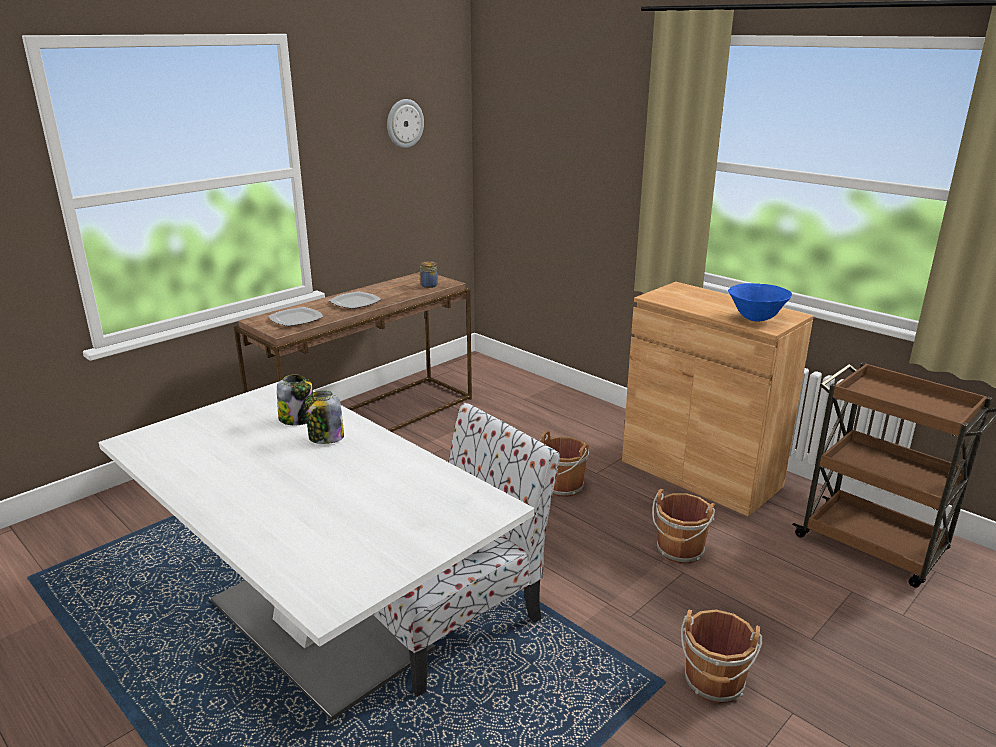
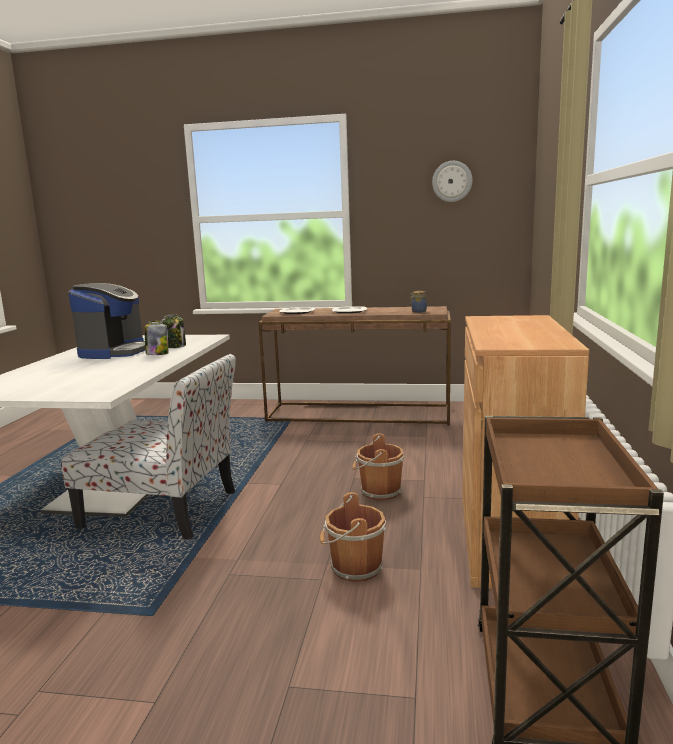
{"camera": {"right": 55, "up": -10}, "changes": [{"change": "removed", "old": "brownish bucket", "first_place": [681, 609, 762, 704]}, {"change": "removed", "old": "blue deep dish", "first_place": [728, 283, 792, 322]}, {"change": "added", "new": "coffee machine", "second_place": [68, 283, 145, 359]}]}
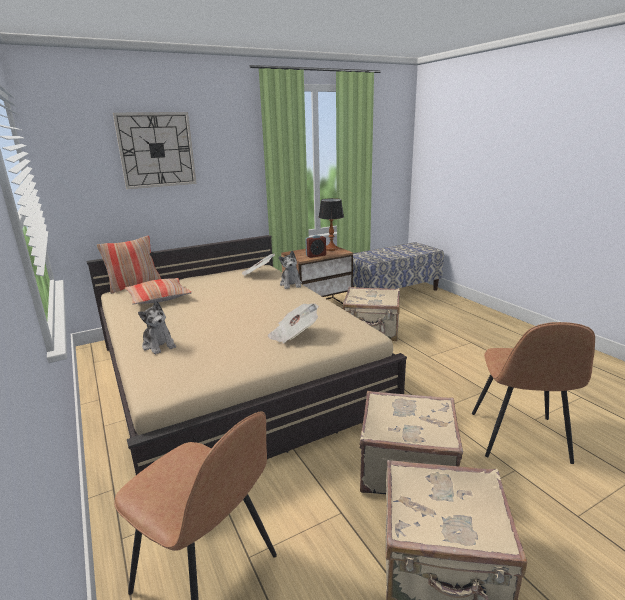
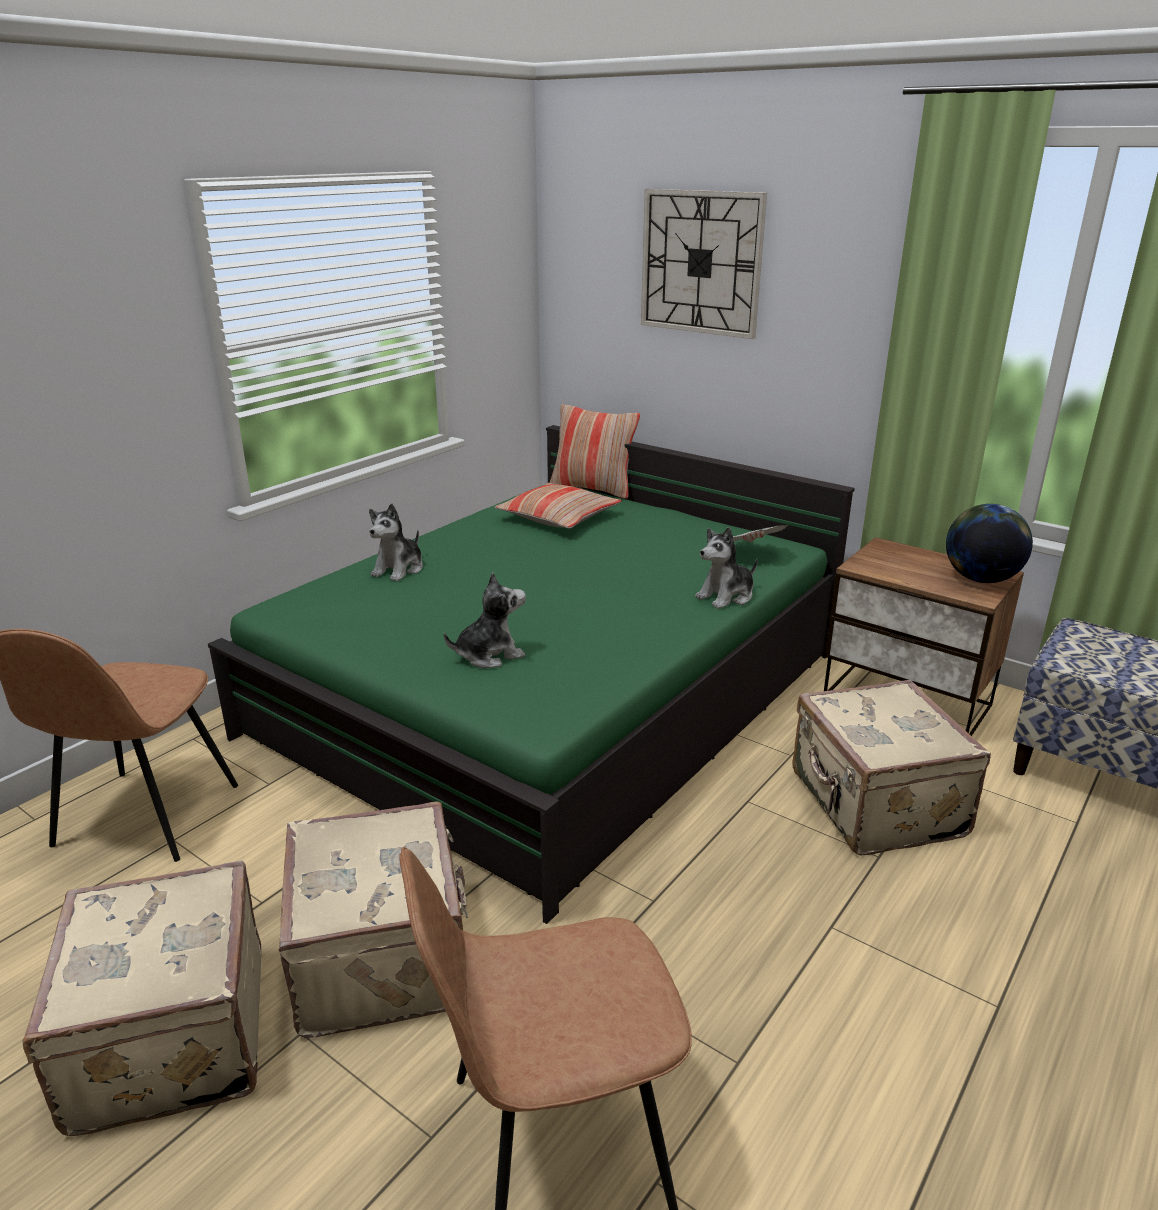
{"camera": {"right": 65, "up": 5}, "changes": [{"change": "recoloured", "old": "beige-coloured sleeping bed", "new": "green sleeping bed", "first_place": [87, 235, 407, 475], "second_place": [208, 425, 855, 924]}, {"change": "replaced", "old": "daily paper", "new": "cuddly toy", "first_place": [268, 303, 319, 344], "second_place": [444, 572, 526, 668]}, {"change": "removed", "old": "table clock", "first_place": [305, 235, 326, 258]}, {"change": "replaced", "old": "lamp for a table", "new": "globe", "first_place": [319, 198, 344, 251], "second_place": [946, 504, 1033, 583]}]}
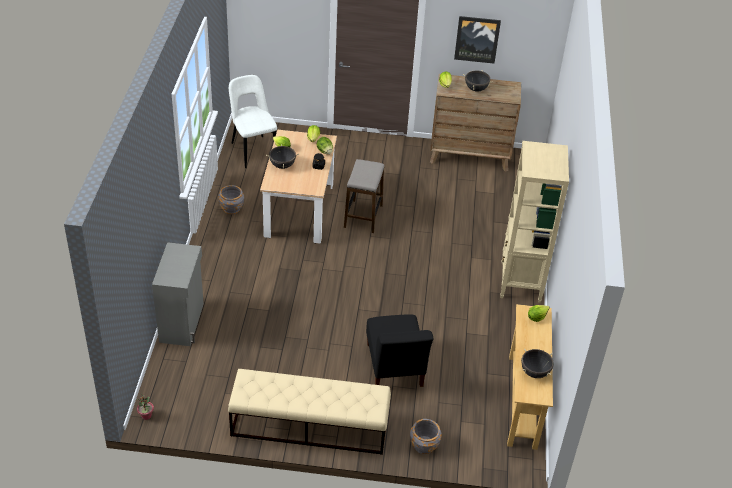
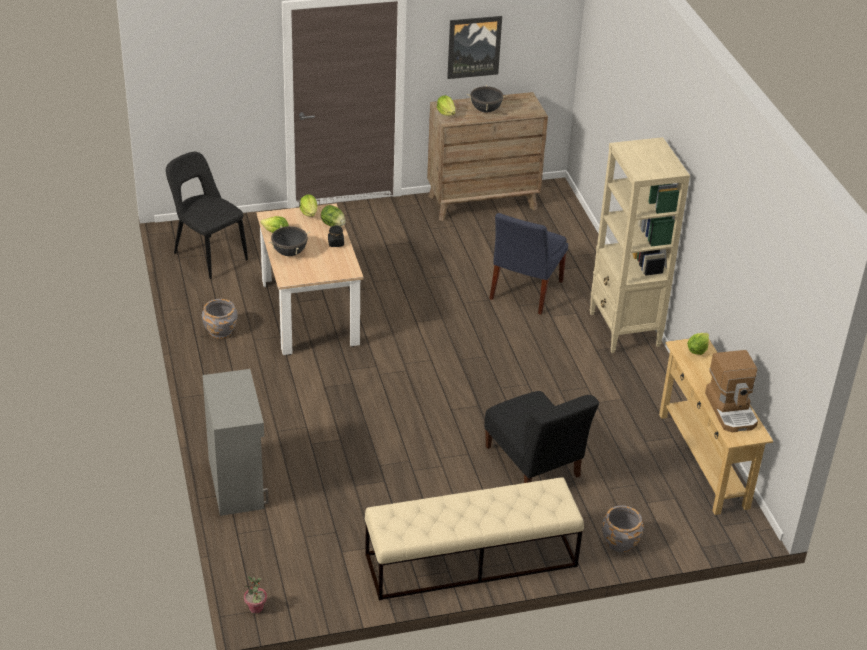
{"camera": {"right": -20, "up": -5}, "changes": [{"change": "recoloured", "old": "whitish plain chair", "new": "black plain chair", "first_place": [229, 75, 277, 168], "second_place": [166, 152, 248, 279]}, {"change": "removed", "old": "sitting stool", "first_place": [344, 159, 384, 233]}, {"change": "replaced", "old": "black cooking pot", "new": "coffee machine", "first_place": [521, 349, 554, 378], "second_place": [705, 350, 758, 432]}, {"change": "added", "new": "blue plain chair", "second_place": [489, 213, 568, 315]}]}
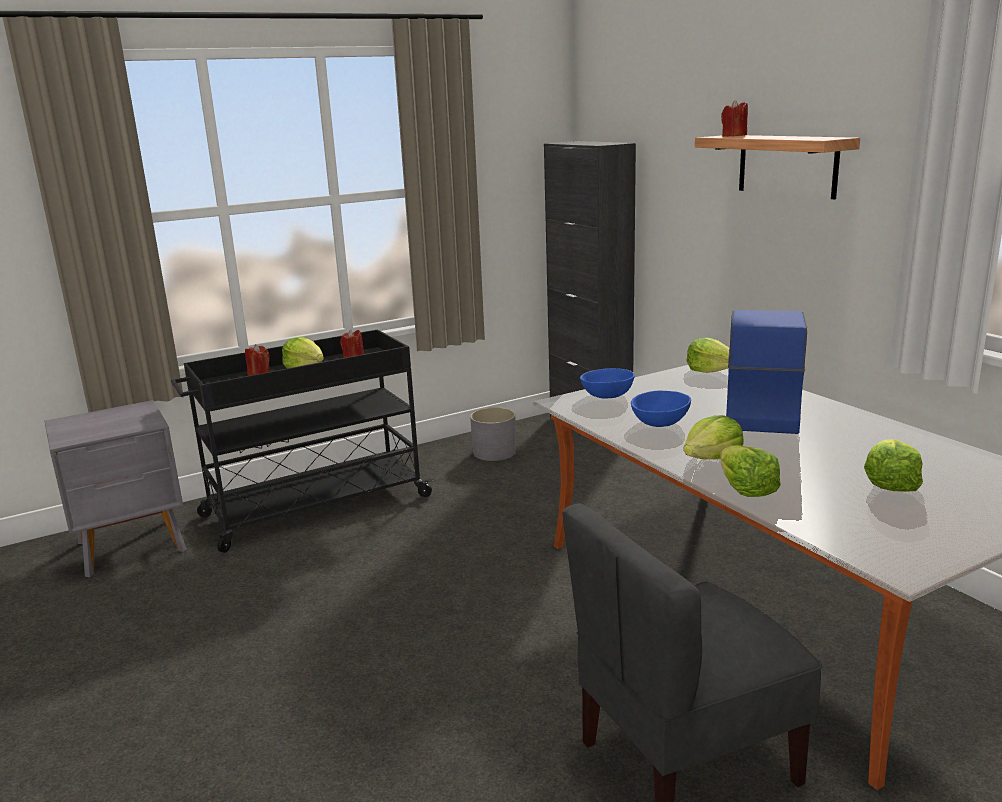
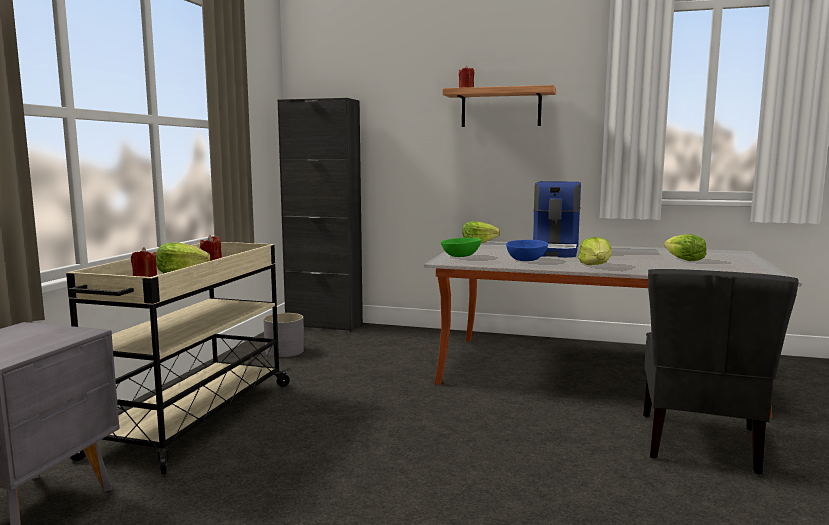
{"camera": {"right": -45, "up": -10}, "changes": [{"change": "recoloured", "old": "black cart", "new": "beige-coloured cart", "first_place": [171, 329, 434, 553], "second_place": [66, 242, 292, 474]}, {"change": "recoloured", "old": "blue deep dish", "new": "green deep dish", "first_place": [580, 368, 635, 398], "second_place": [441, 238, 481, 257]}, {"change": "removed", "old": "lettuce", "first_place": [720, 445, 781, 497]}, {"change": "turned", "old": "coffee machine", "first_place": [726, 310, 807, 434], "second_place": [533, 181, 581, 257], "degrees": -135}]}
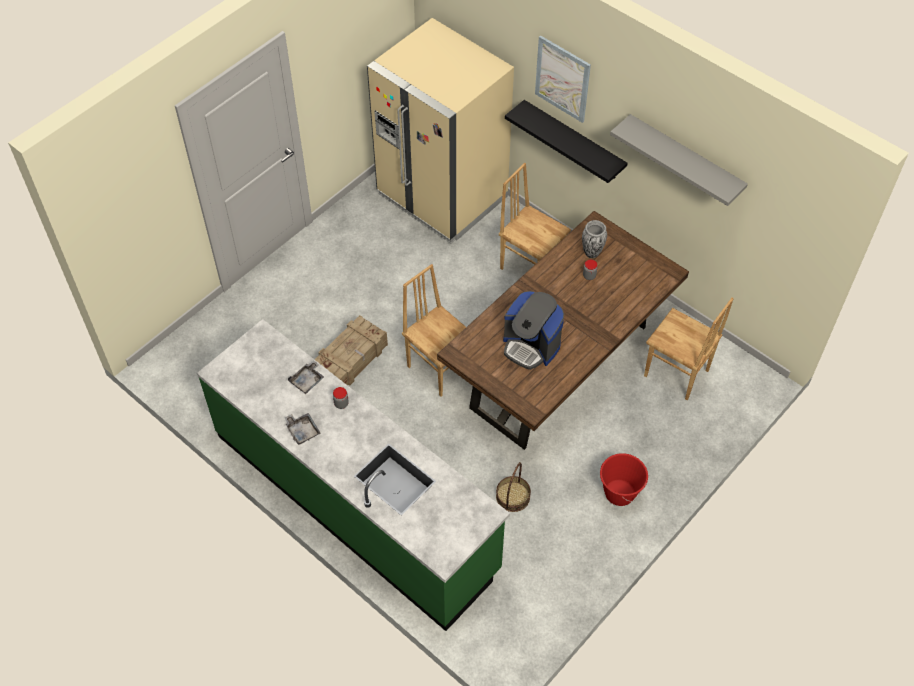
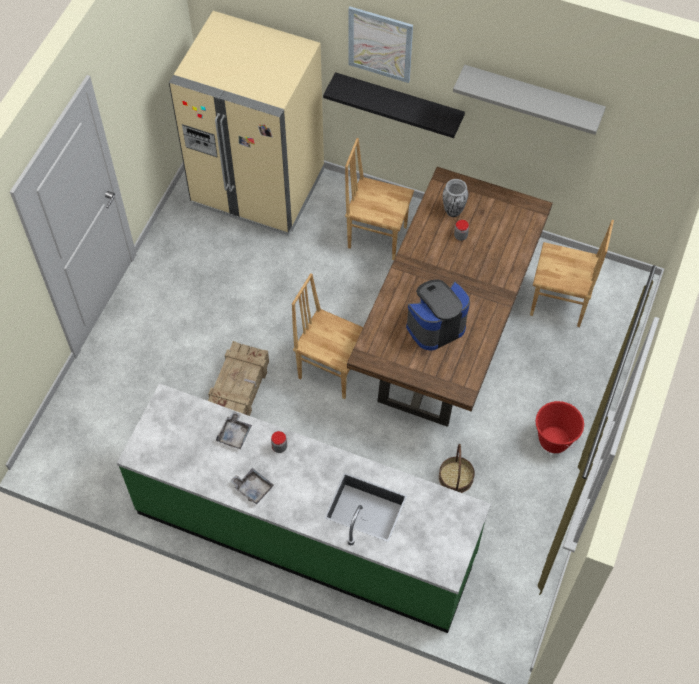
{"camera": {"right": -20, "up": 5}, "changes": [{"change": "turned", "old": "coffee machine", "first_place": [503, 291, 564, 370], "second_place": [406, 280, 470, 350], "degrees": 135}]}
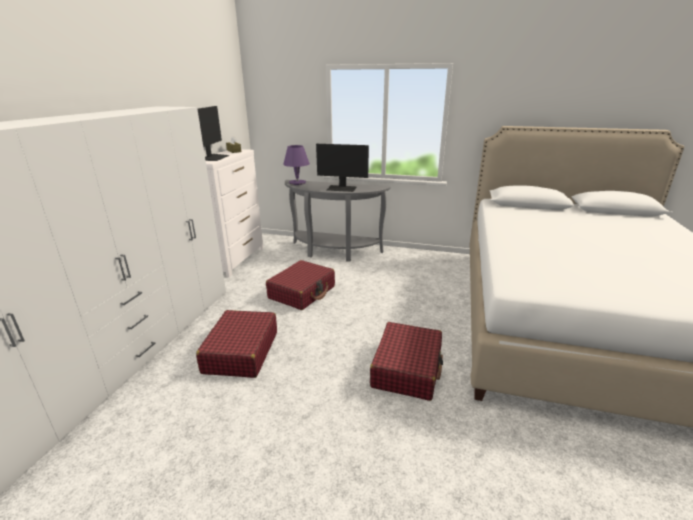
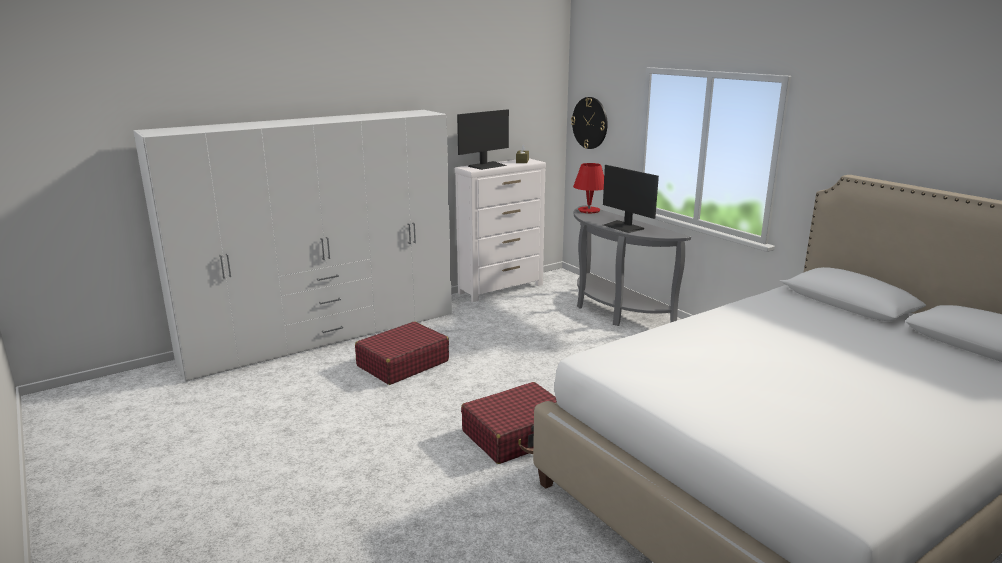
{"camera": {"right": 40, "up": -5}, "changes": [{"change": "removed", "old": "red travel case", "first_place": [266, 260, 335, 310]}, {"change": "recoloured", "old": "purple-coloured lamp for a table", "new": "red lamp for a table", "first_place": [283, 145, 310, 185], "second_place": [573, 163, 604, 213]}, {"change": "added", "new": "clock on the wall", "second_place": [571, 97, 608, 149]}]}
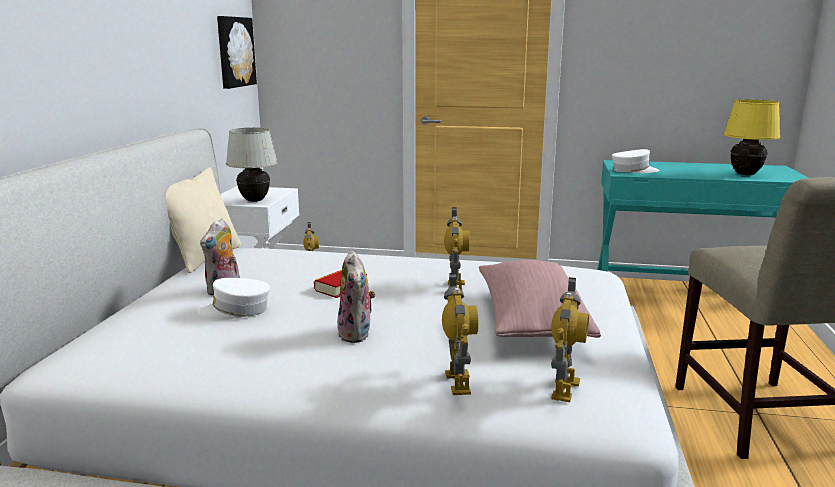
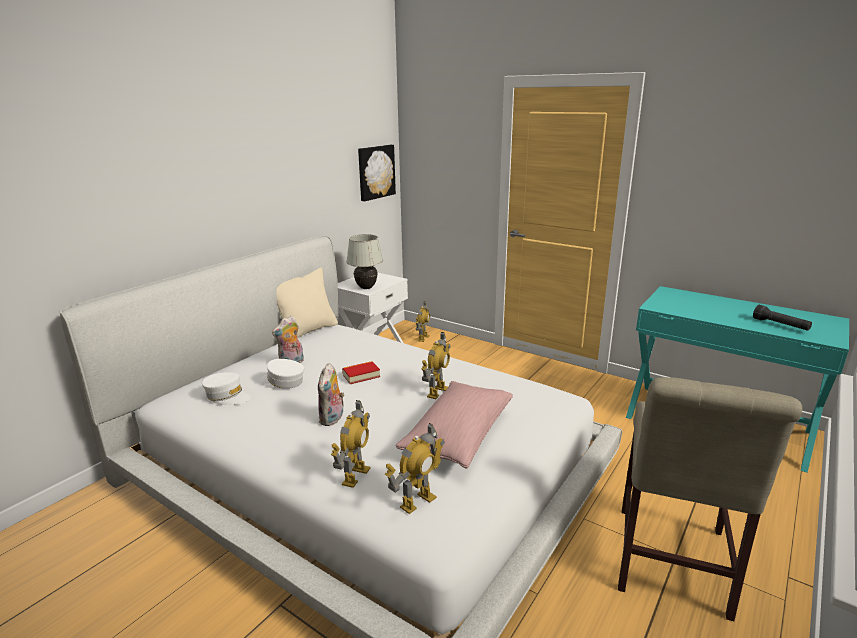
{"camera": {"right": 25, "up": 5}, "changes": [{"change": "moved", "old": "whitish cap", "first_place": [612, 149, 660, 173], "second_place": [202, 372, 250, 405]}, {"change": "replaced", "old": "yellow lamp for a table", "new": "black flashlight", "first_place": [723, 99, 781, 175], "second_place": [753, 305, 812, 331]}]}
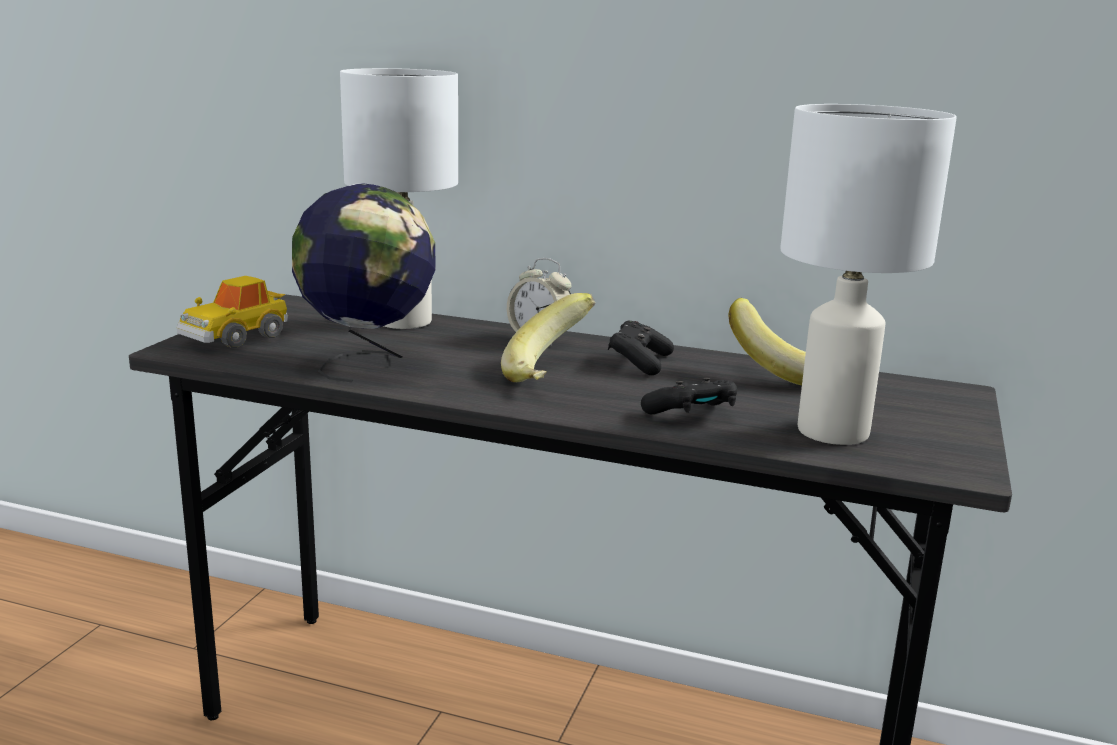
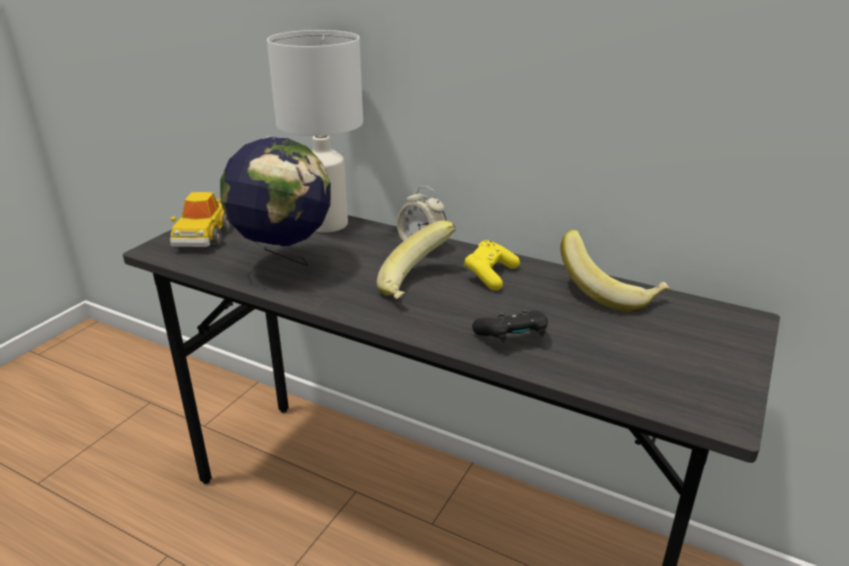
{"camera": {"right": 10, "up": 10}, "changes": [{"change": "turned", "old": "model car", "first_place": [177, 276, 288, 348], "second_place": [170, 192, 230, 247], "degrees": -45}, {"change": "recoloured", "old": "black game controller", "new": "yellow game controller", "first_place": [608, 321, 674, 375], "second_place": [464, 240, 520, 290]}, {"change": "removed", "old": "whitish lamp for a table", "first_place": [780, 104, 957, 445]}]}
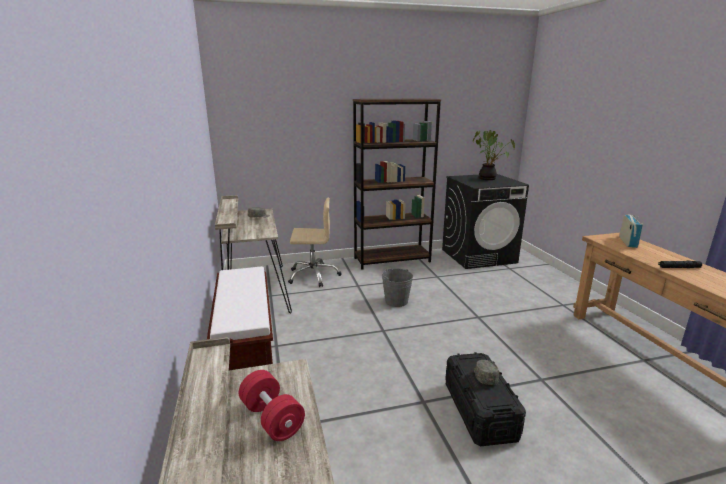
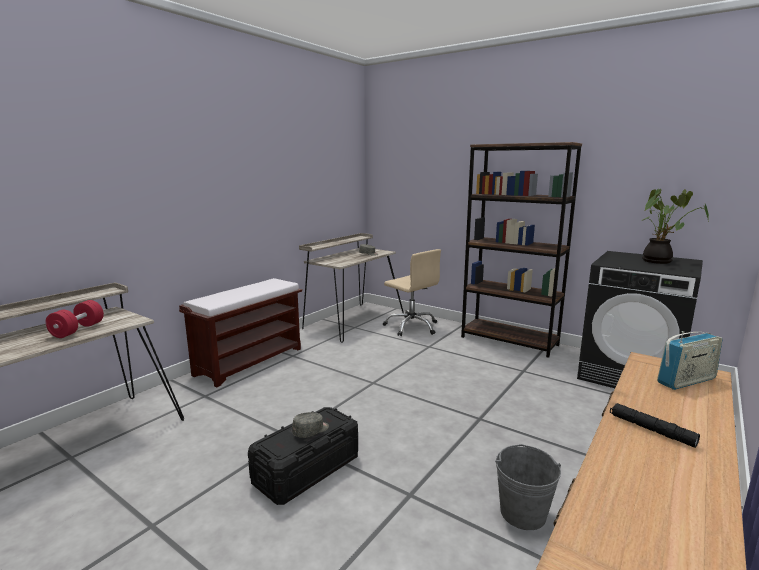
{"camera": {"right": 50, "up": -5}, "changes": [{"change": "moved", "old": "greyish bucket", "first_place": [382, 268, 413, 307], "second_place": [495, 444, 561, 530]}]}
